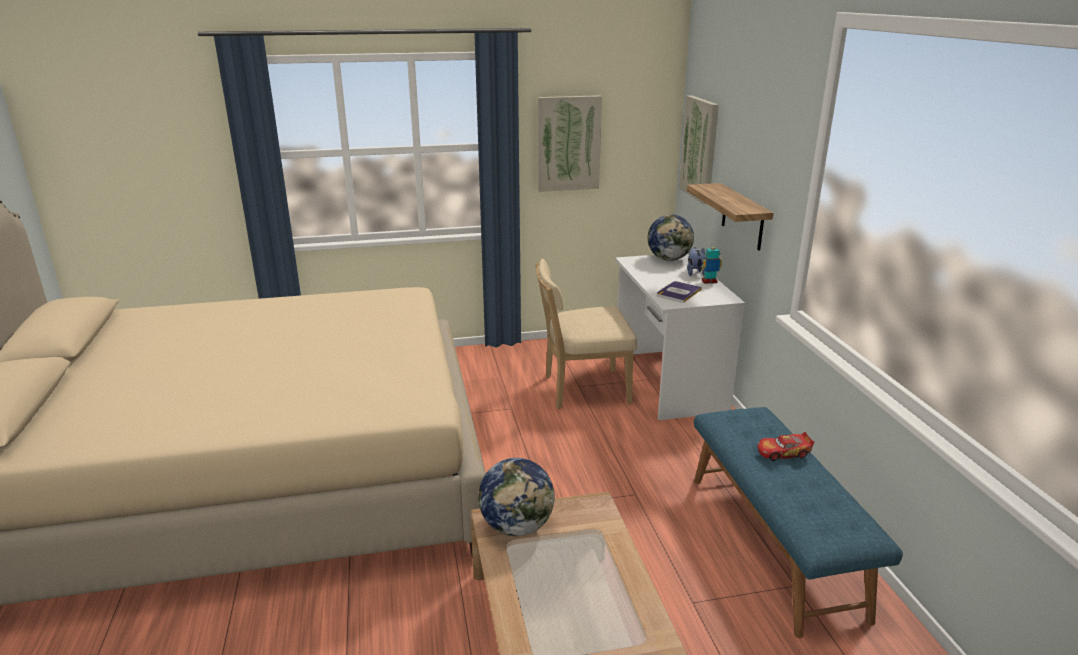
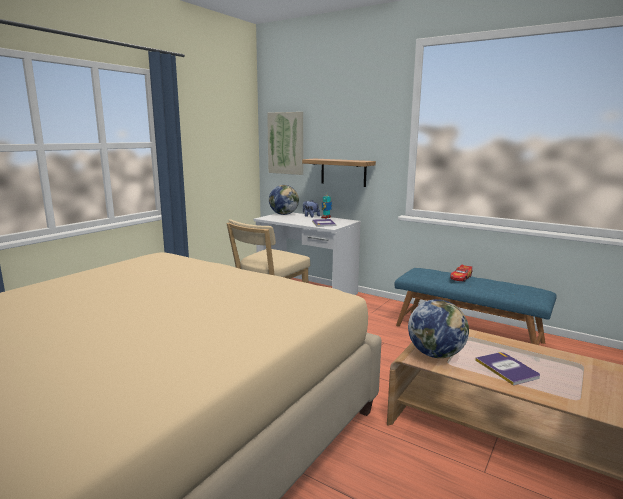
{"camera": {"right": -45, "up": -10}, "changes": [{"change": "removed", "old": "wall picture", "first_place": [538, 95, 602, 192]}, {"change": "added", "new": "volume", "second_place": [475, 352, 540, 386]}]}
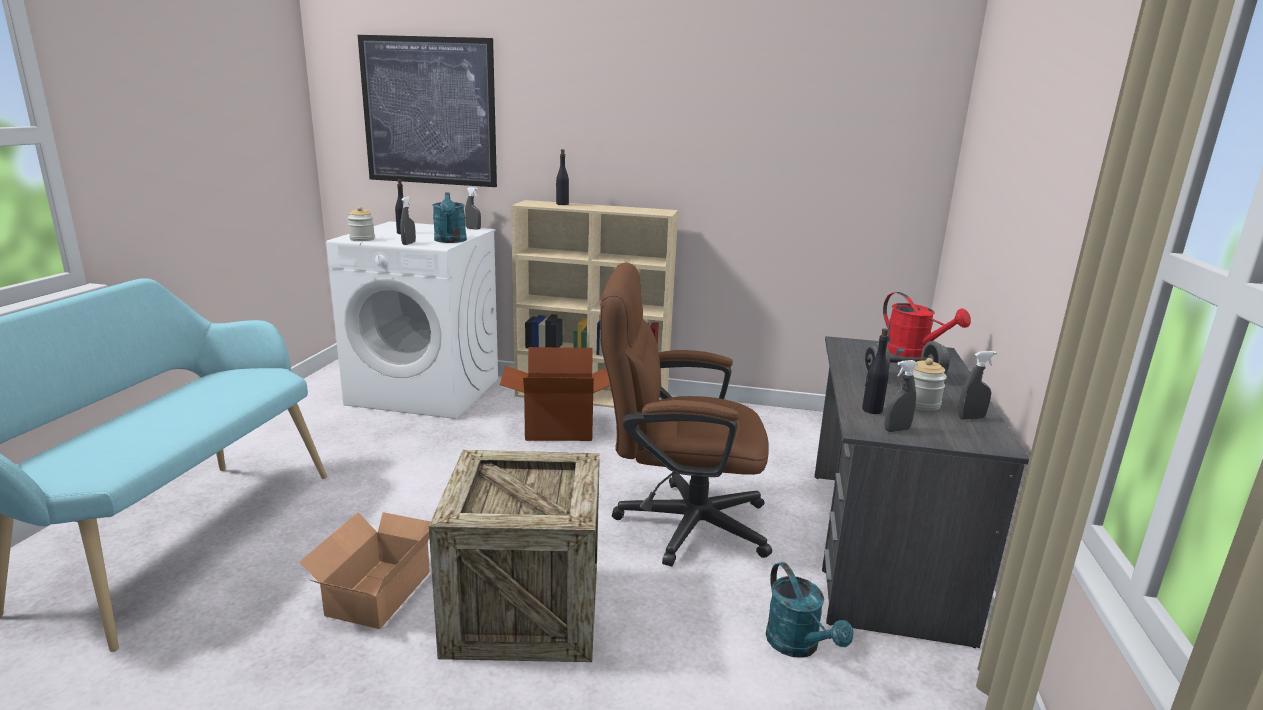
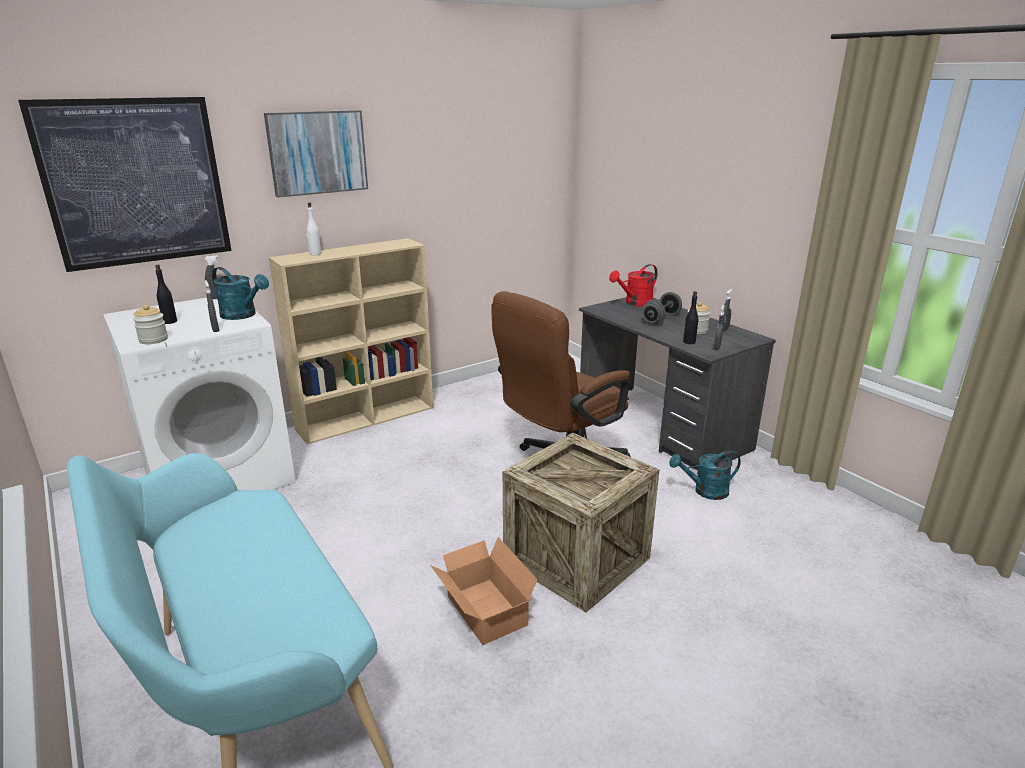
{"camera": {"right": -45, "up": 5}, "changes": [{"change": "removed", "old": "carton", "first_place": [500, 347, 610, 441]}, {"change": "recoloured", "old": "black drink bottle", "new": "whitish drink bottle", "first_place": [556, 149, 569, 205], "second_place": [307, 202, 322, 255]}, {"change": "turned", "old": "blue-green watering can", "first_place": [766, 562, 854, 658], "second_place": [669, 450, 741, 500], "degrees": 150}, {"change": "turned", "old": "red watering can", "first_place": [883, 292, 971, 358], "second_place": [609, 264, 658, 307], "degrees": 135}, {"change": "added", "new": "wall picture", "second_place": [264, 110, 368, 198]}]}
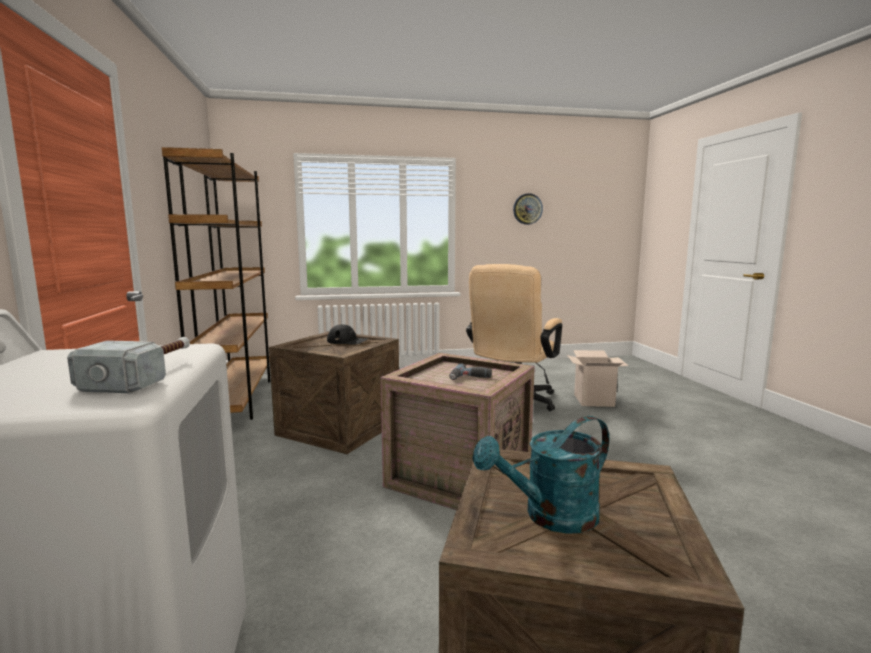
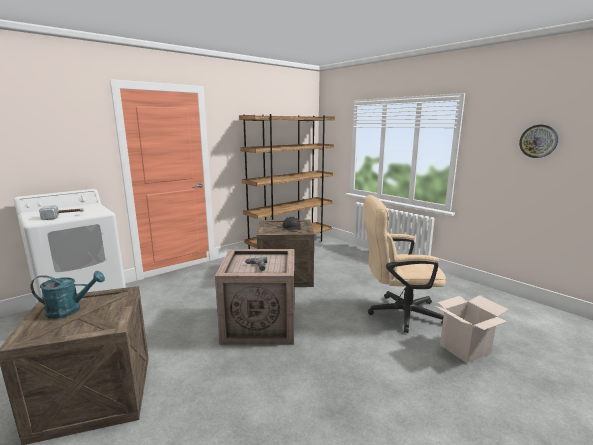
{"camera": {"right": 60, "up": 5}, "changes": [{"change": "turned", "old": "blue-green watering can", "first_place": [473, 416, 609, 534], "second_place": [31, 271, 105, 319], "degrees": 135}]}
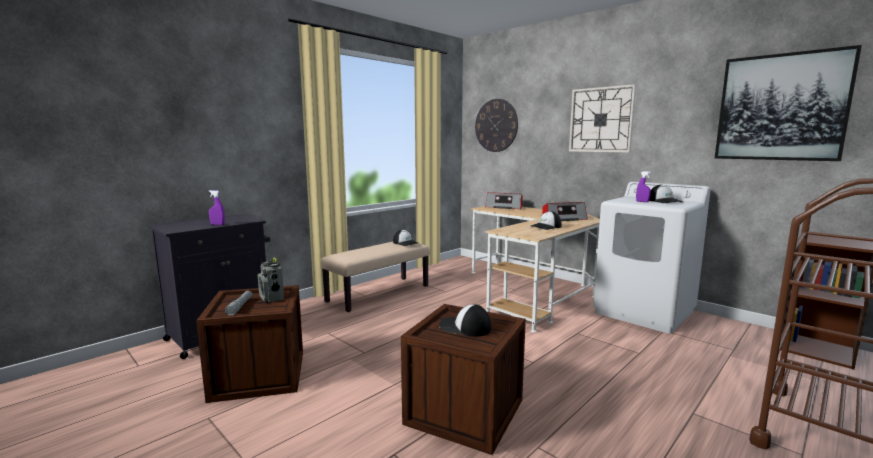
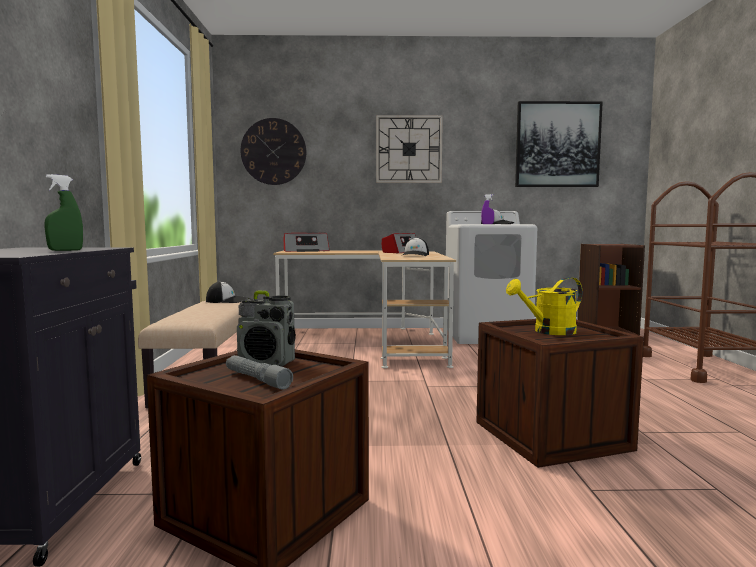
{"camera": {"right": -45, "up": -5}, "changes": [{"change": "recoloured", "old": "purple-coloured spray bottle", "new": "green spray bottle", "first_place": [208, 190, 225, 225], "second_place": [44, 174, 83, 251]}, {"change": "replaced", "old": "cap", "new": "yellow watering can", "first_place": [439, 304, 491, 337], "second_place": [506, 277, 582, 335]}]}
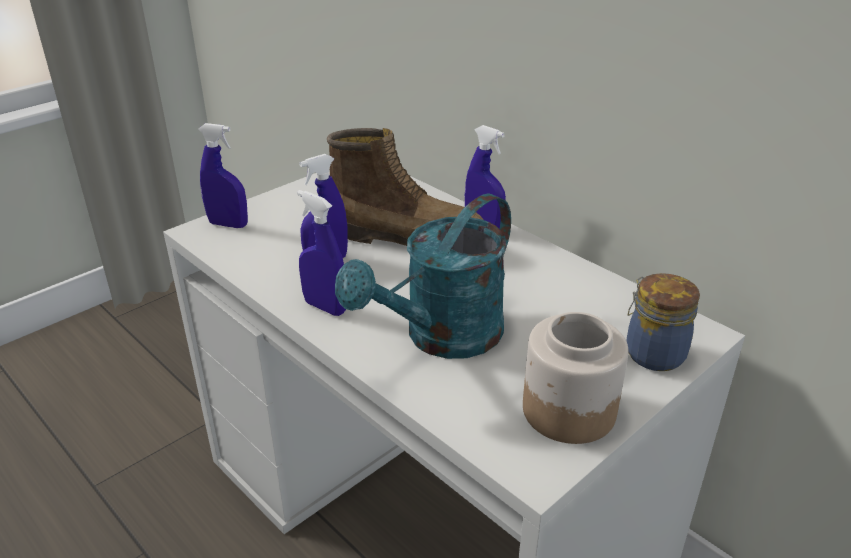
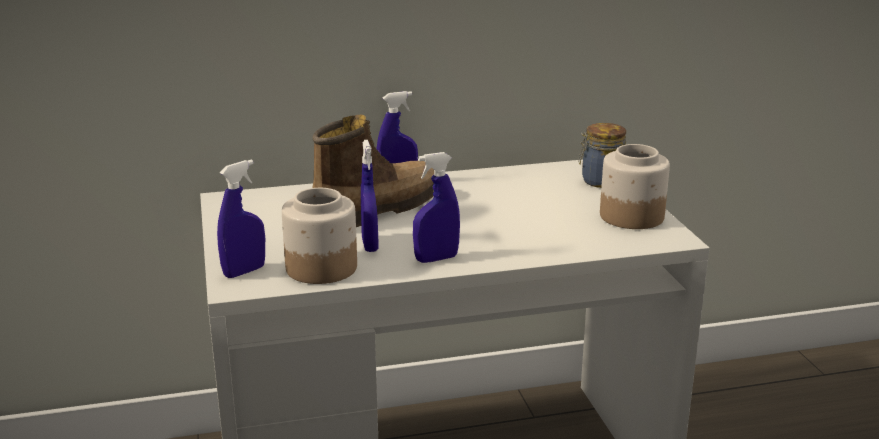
{"camera": {"right": -60, "up": -10}, "changes": [{"change": "removed", "old": "blue-green watering can", "first_place": [335, 194, 511, 359]}, {"change": "added", "new": "storage jar", "second_place": [282, 188, 357, 284]}]}
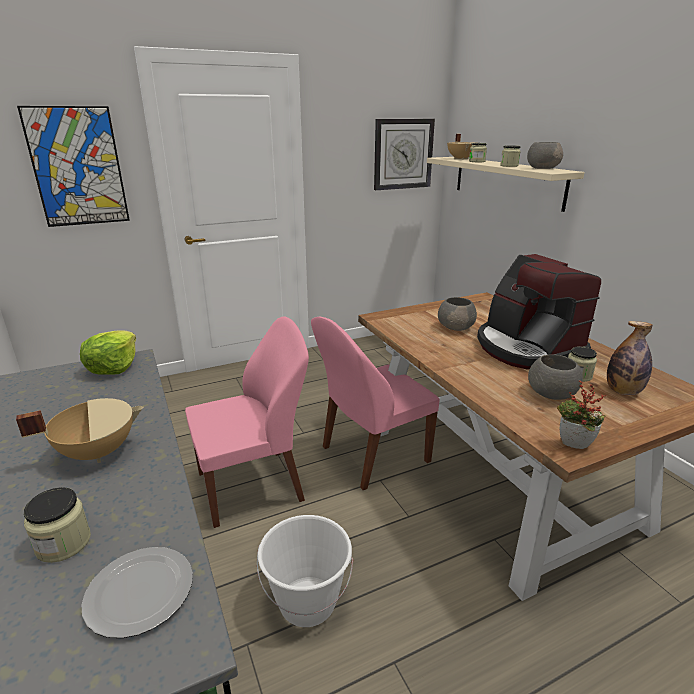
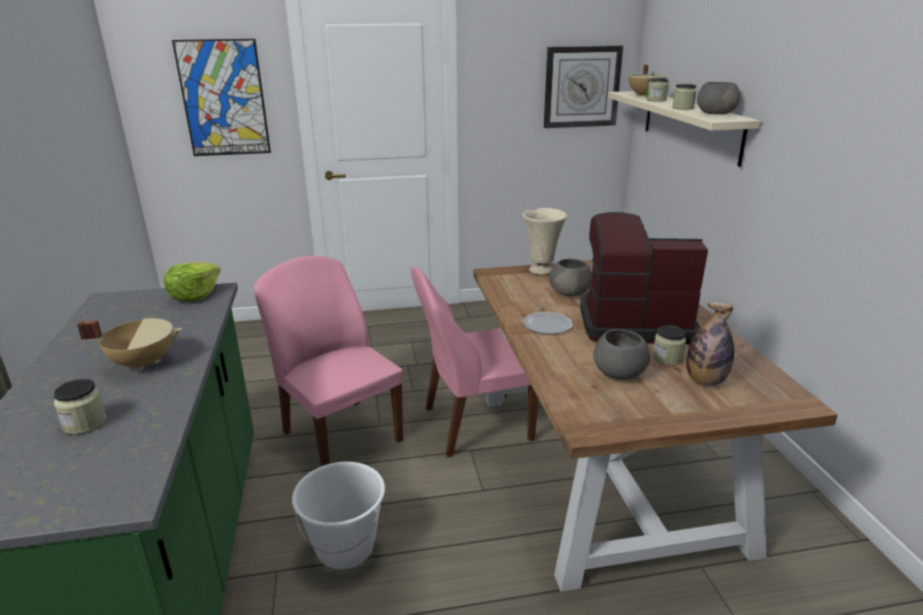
{"camera": {"right": 15, "up": 0}, "changes": [{"change": "moved", "old": "plate", "first_place": [82, 547, 193, 638], "second_place": [523, 312, 573, 334]}, {"change": "turned", "old": "pink plain chair", "first_place": [185, 316, 309, 528], "second_place": [253, 256, 403, 466], "degrees": -120}, {"change": "turned", "old": "coffee machine", "first_place": [477, 254, 601, 370], "second_place": [580, 212, 708, 344], "degrees": 105}, {"change": "removed", "old": "plant in a pot", "first_place": [557, 380, 606, 449]}, {"change": "added", "new": "beige-coloured vase", "second_place": [523, 208, 567, 275]}]}
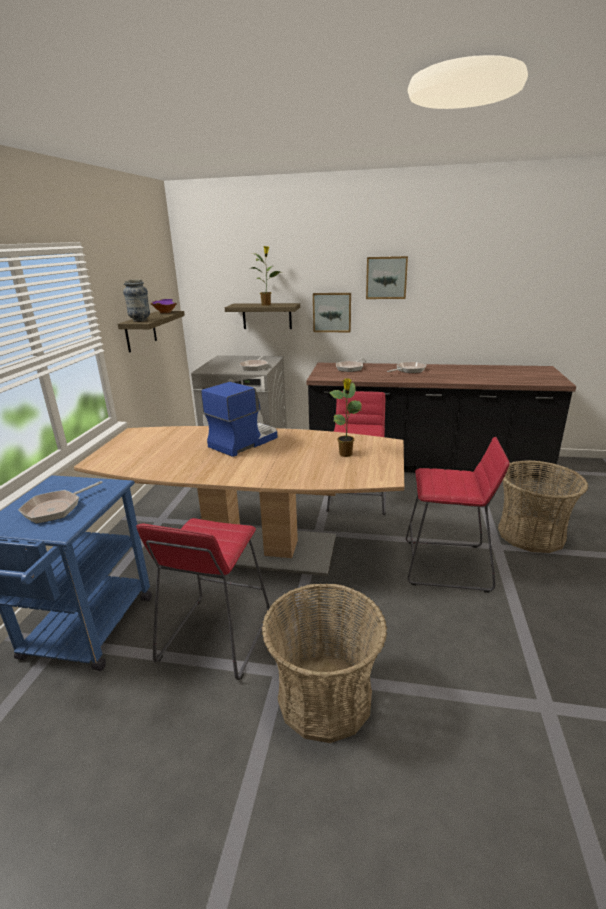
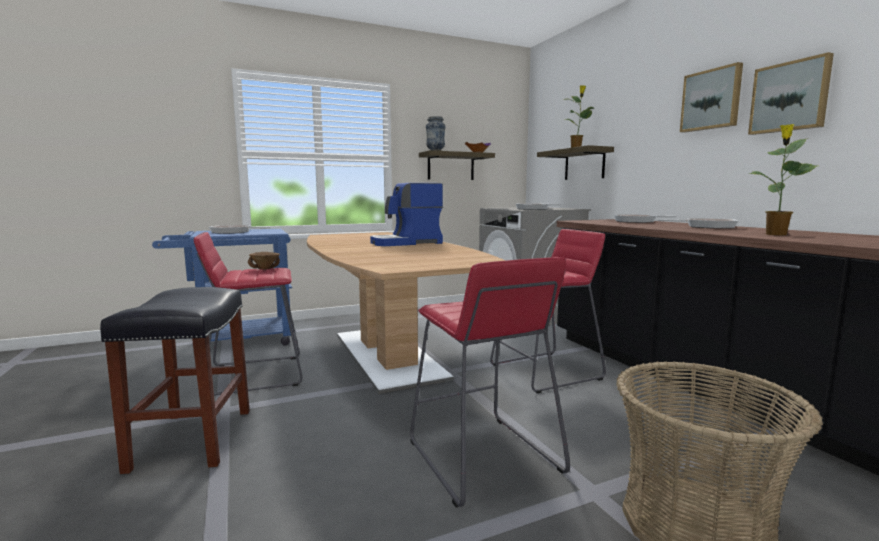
{"camera": {"right": 55, "up": -15}, "changes": [{"change": "turned", "old": "coffee machine", "first_place": [201, 382, 278, 457], "second_place": [370, 183, 443, 246], "degrees": 150}, {"change": "replaced", "old": "household basket", "new": "black sitting stool", "first_place": [262, 583, 387, 743], "second_place": [100, 287, 250, 474]}, {"change": "moved", "old": "wall picture", "first_place": [313, 293, 351, 332], "second_place": [748, 52, 834, 135]}, {"change": "moved", "old": "plant in a pot", "first_place": [329, 378, 362, 457], "second_place": [748, 124, 817, 235]}, {"change": "added", "new": "brownish deep dish", "second_place": [248, 252, 280, 270]}]}
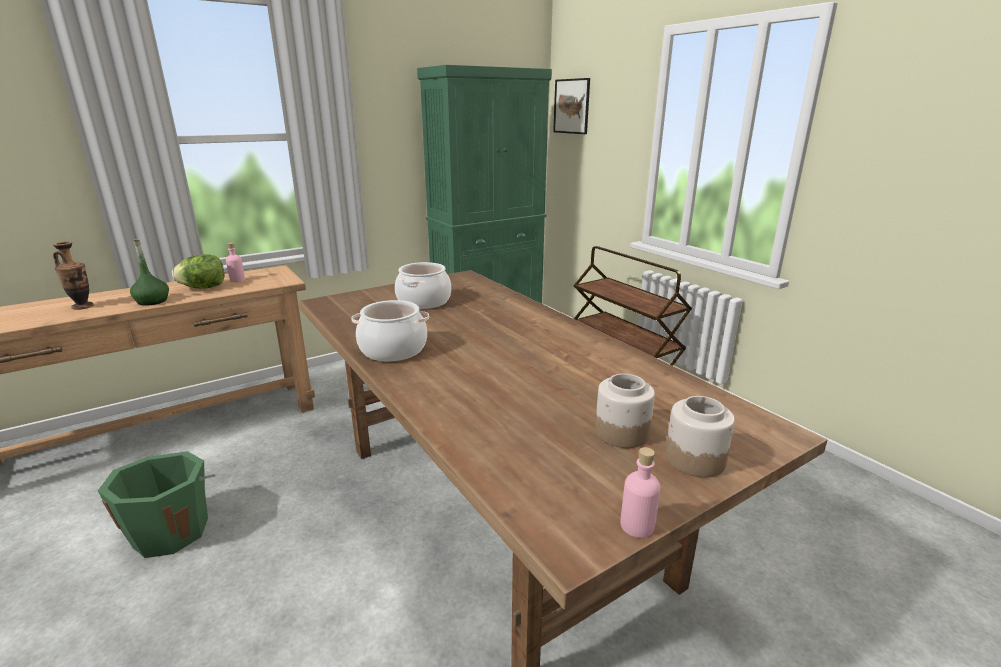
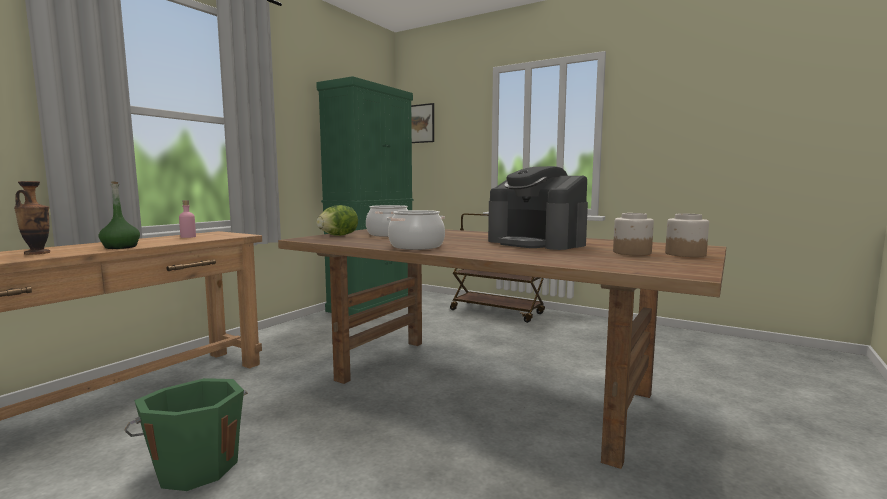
{"camera": {"right": -25, "up": -15}, "changes": [{"change": "moved", "old": "lettuce", "first_place": [172, 254, 224, 289], "second_place": [316, 205, 358, 236]}, {"change": "removed", "old": "pink drink bottle", "first_place": [620, 447, 661, 538]}, {"change": "added", "new": "coffee machine", "second_place": [488, 166, 588, 250]}]}
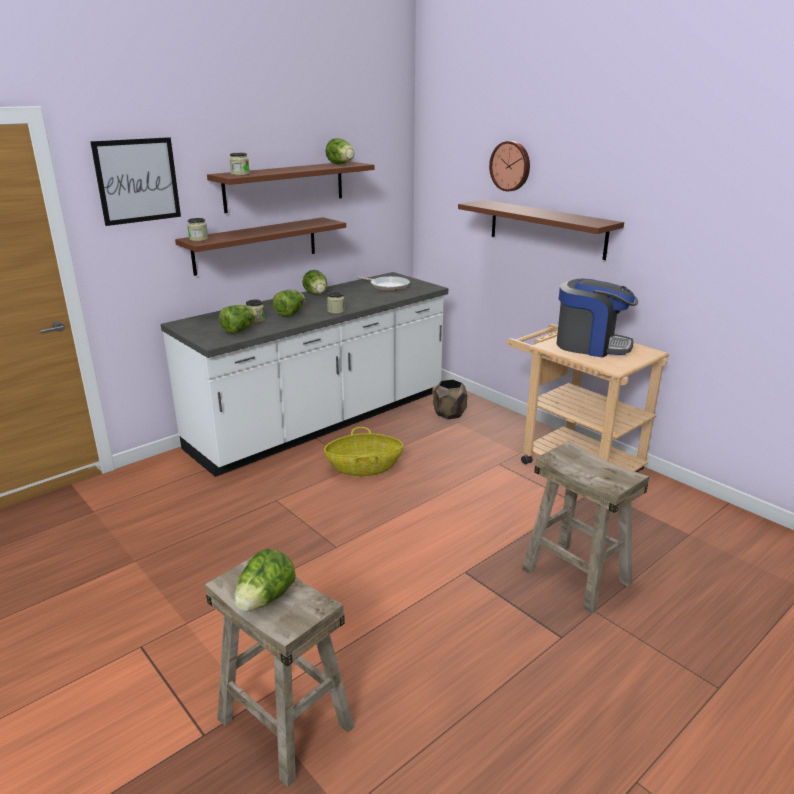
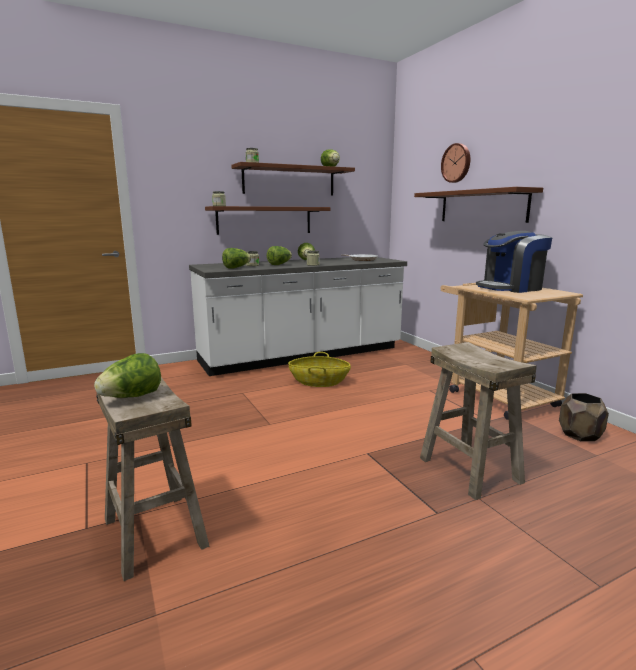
{"camera": {"right": 15, "up": -10}, "changes": [{"change": "removed", "old": "wall picture", "first_place": [90, 137, 181, 226]}, {"change": "moved", "old": "brownish plant pot", "first_place": [433, 379, 467, 420], "second_place": [559, 393, 609, 441]}, {"change": "turned", "old": "coffee machine", "first_place": [556, 279, 638, 358], "second_place": [476, 231, 553, 293], "degrees": 120}]}
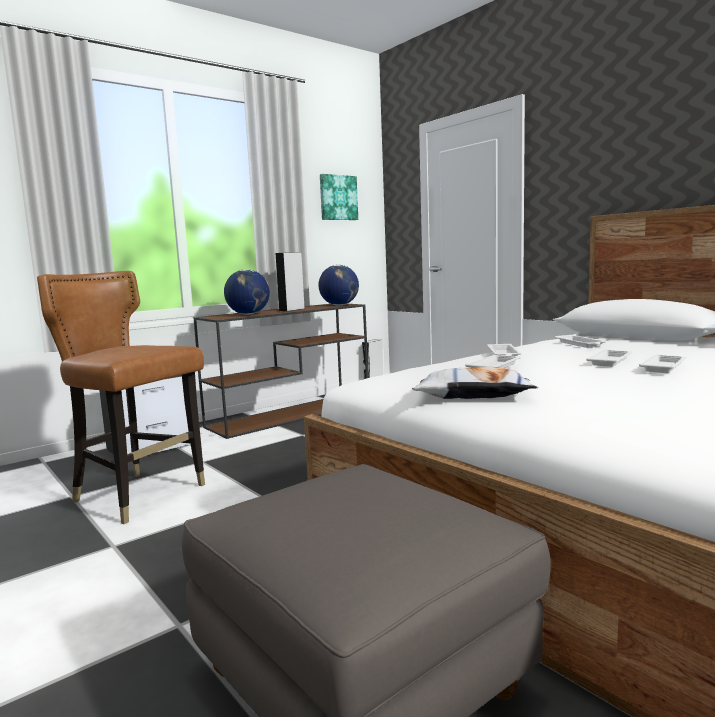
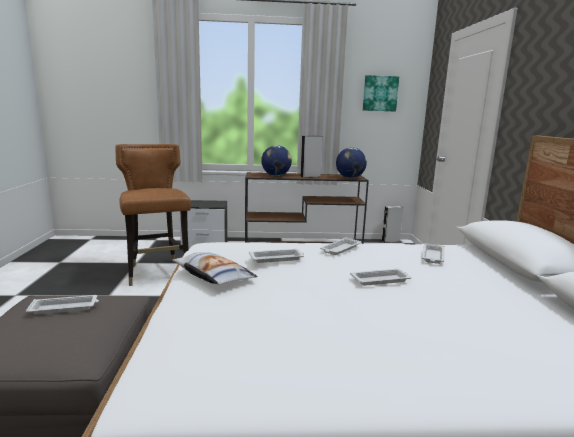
{"camera": {"right": 35, "up": 5}, "changes": [{"change": "moved", "old": "whitish serving tray", "first_place": [639, 355, 686, 373], "second_place": [26, 295, 99, 314]}]}
